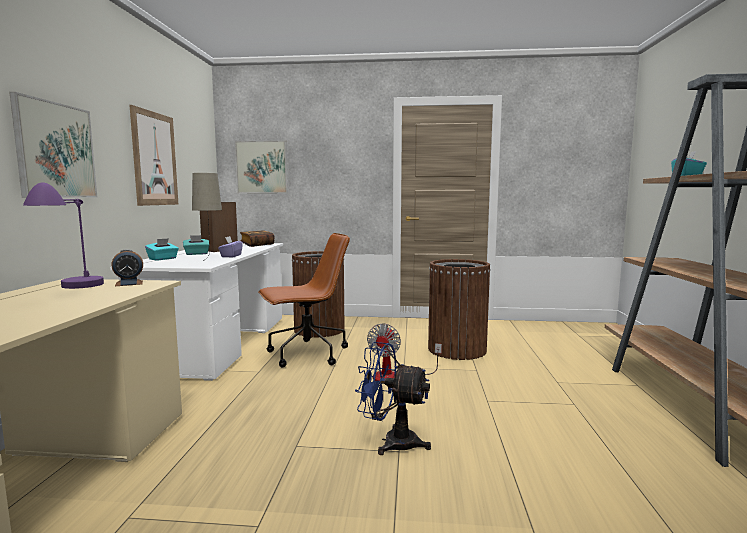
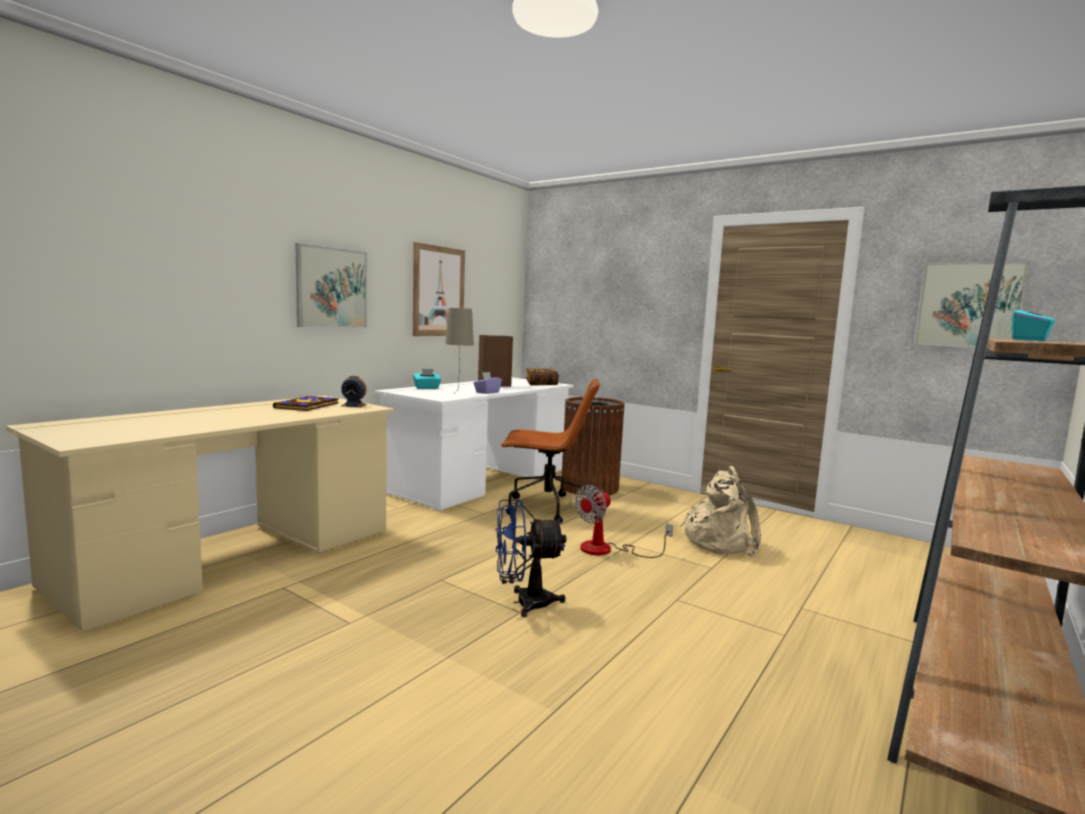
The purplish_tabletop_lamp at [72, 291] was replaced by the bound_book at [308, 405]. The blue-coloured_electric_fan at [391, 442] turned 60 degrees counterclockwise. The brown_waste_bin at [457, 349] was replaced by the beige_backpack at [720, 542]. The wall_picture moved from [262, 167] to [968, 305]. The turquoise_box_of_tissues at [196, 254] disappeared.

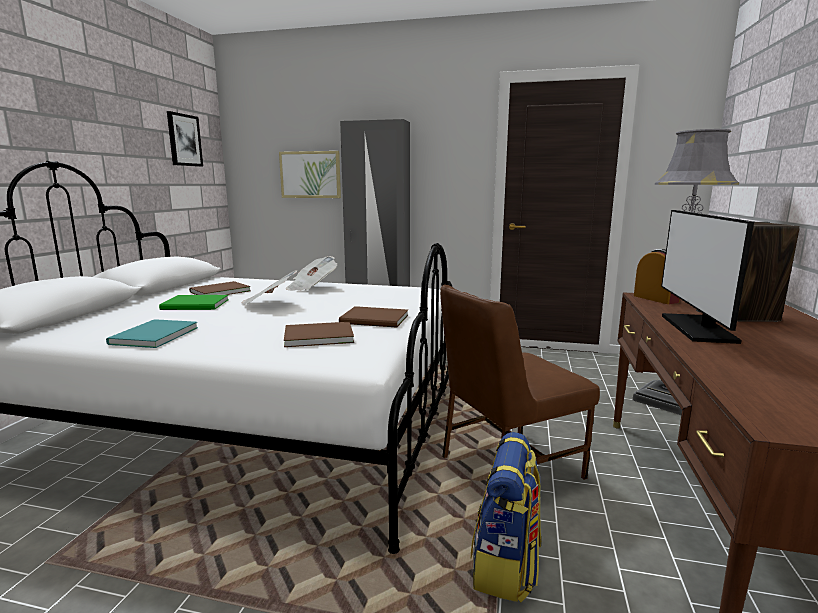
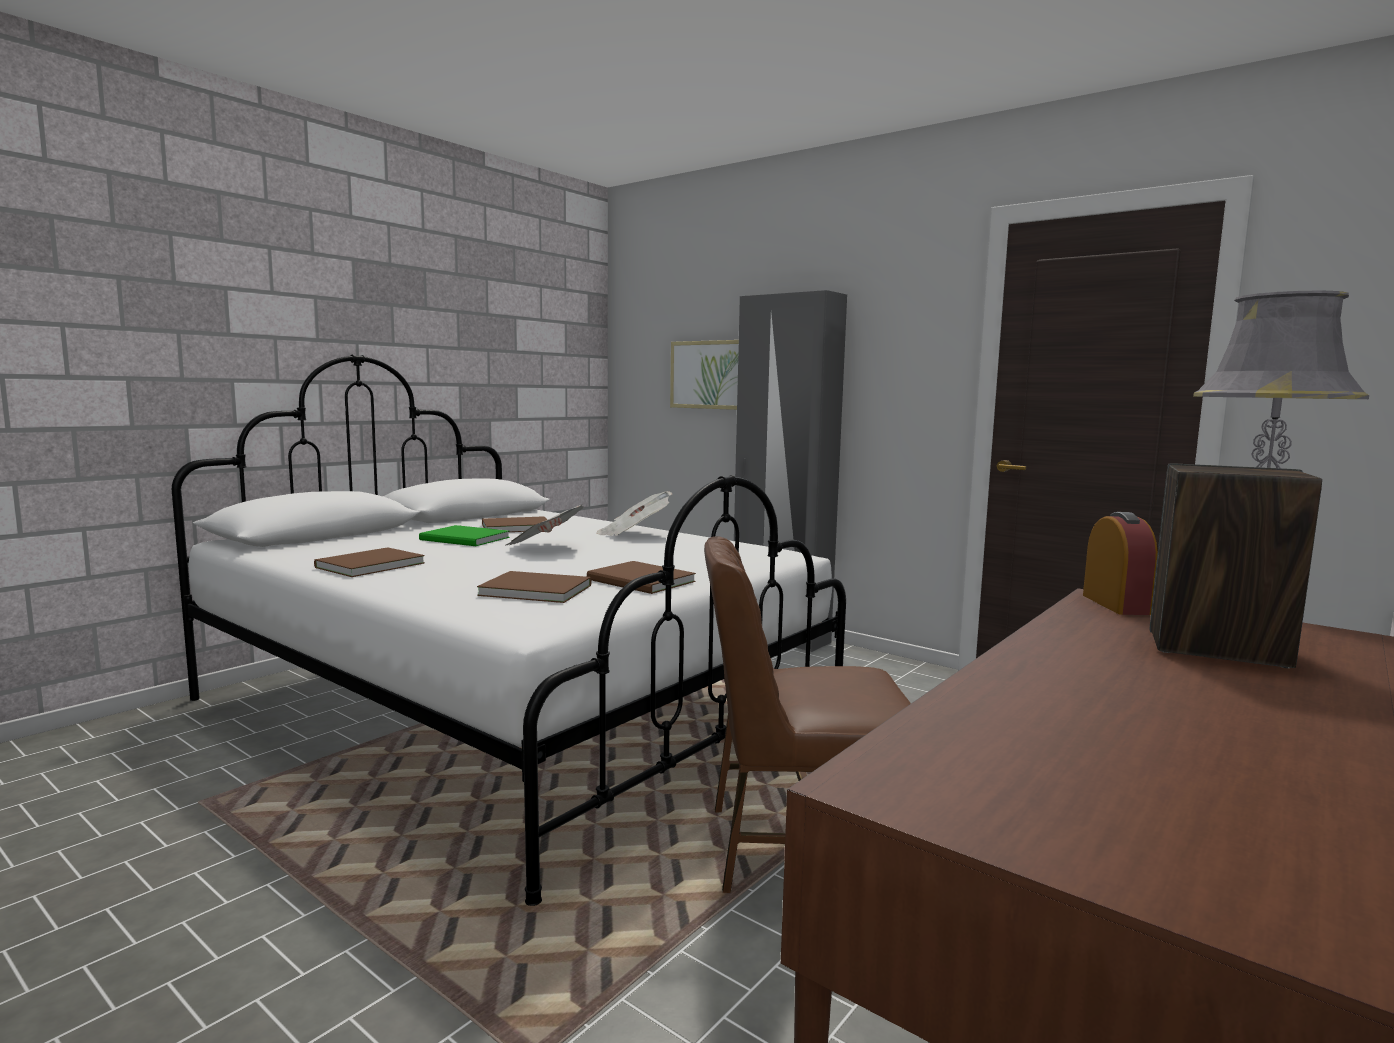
The turquoise_bound_book at [151, 336] became the brown_bound_book at [366, 565]. The wall_picture at [184, 140] disappeared. The backpack at [506, 566] disappeared. The computer_screen at [697, 328] disappeared.

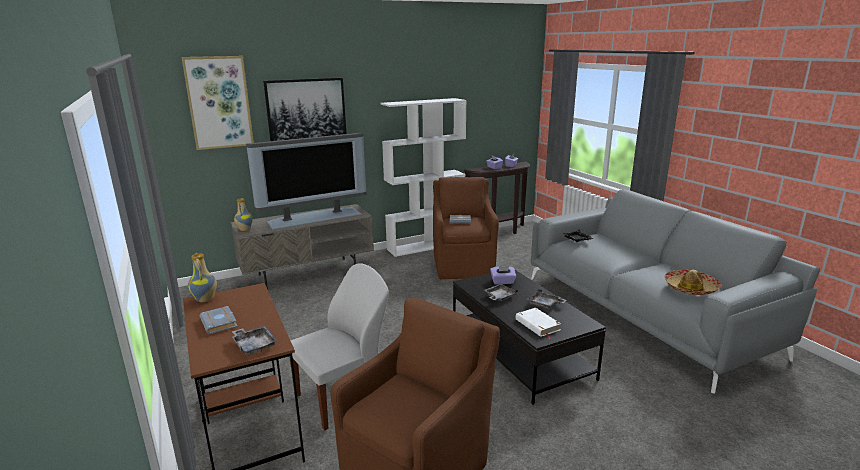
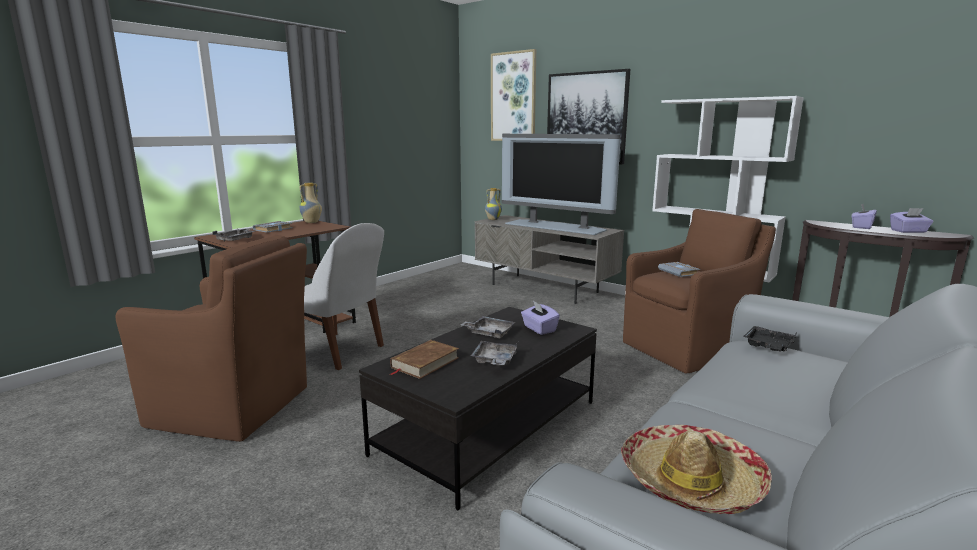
The white-coloured_bound_book at [537, 325] became the brown_bound_book at [425, 363].

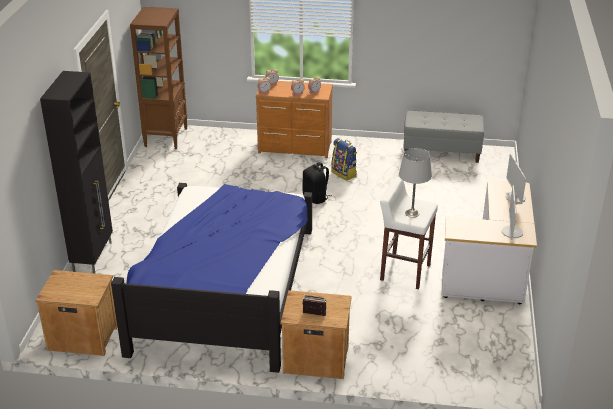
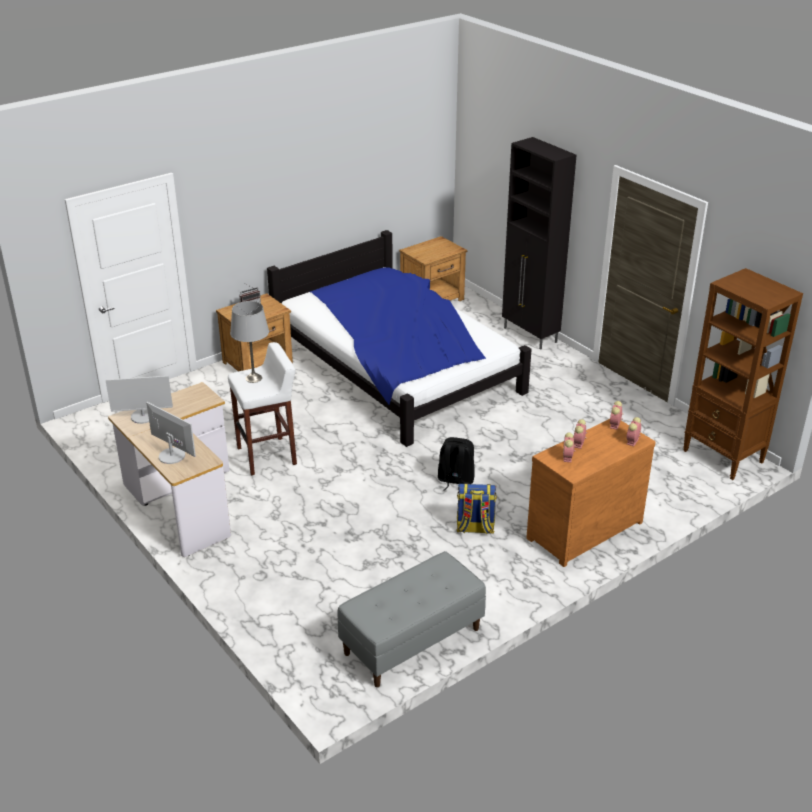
The computer_screen at [511, 232] turned 120 degrees clockwise.

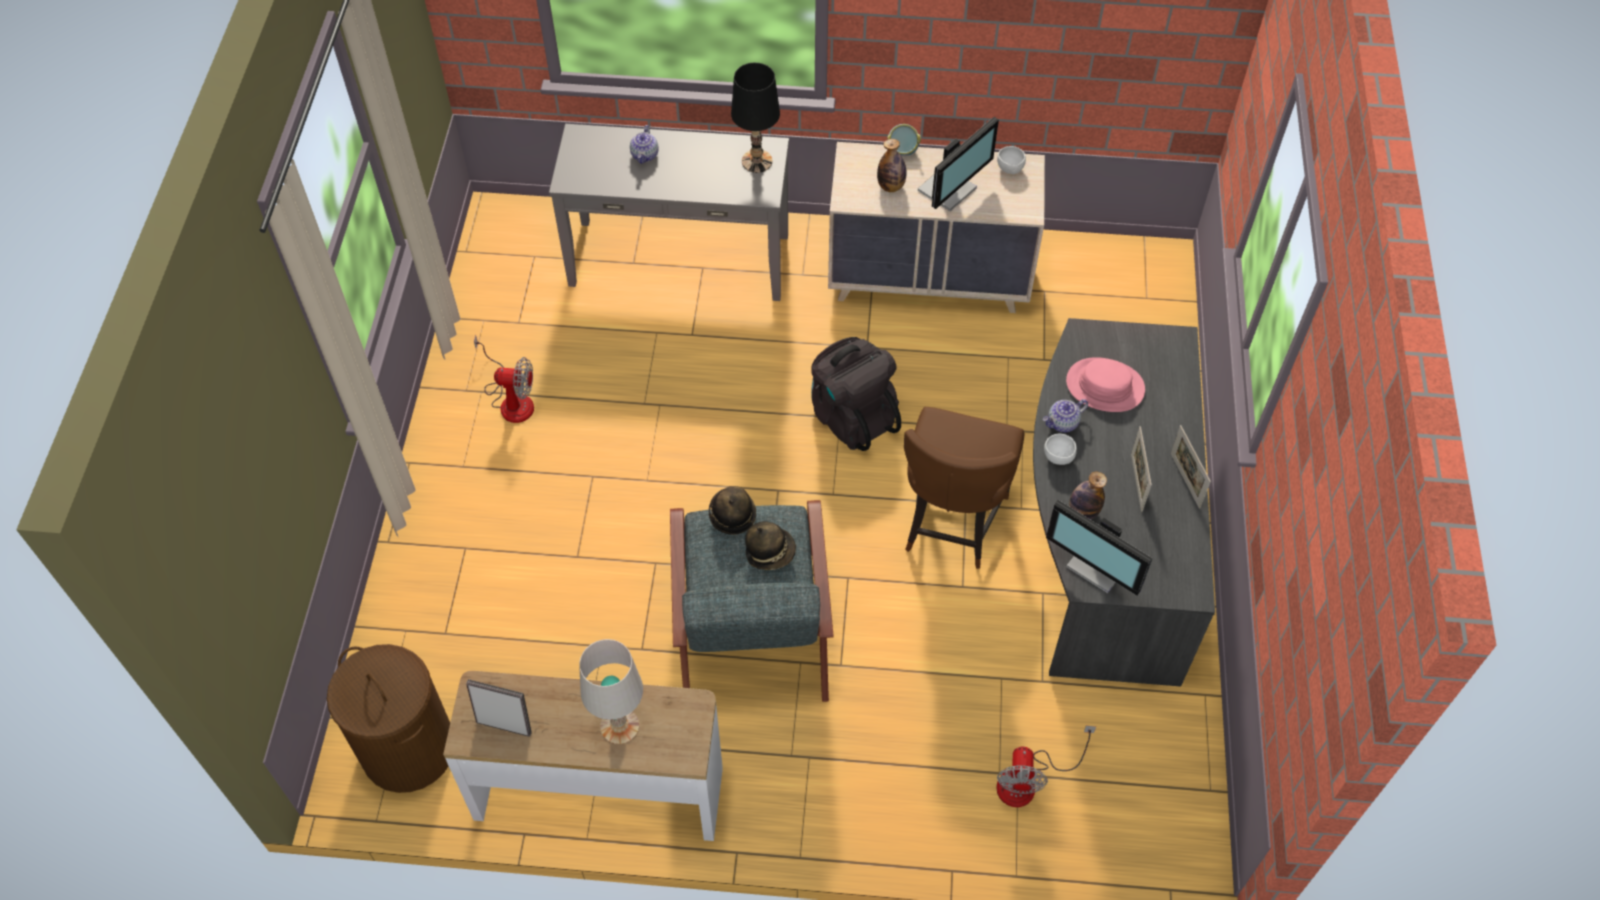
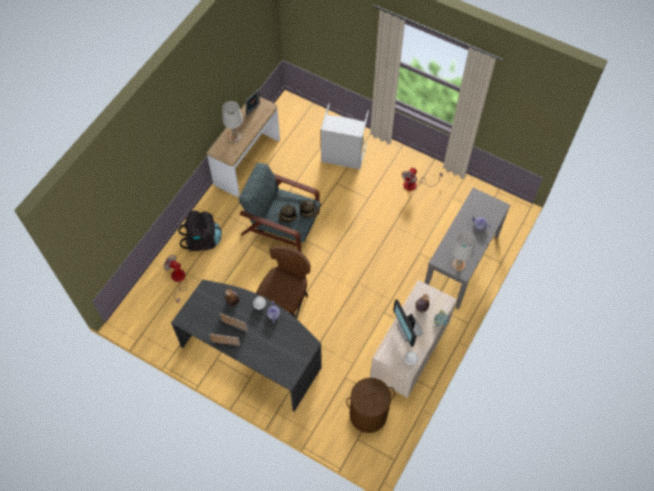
The black-coloured_backpack moved from [851, 416] to [202, 240]. The brown_plain_chair at [951, 523] turned 75 degrees clockwise. The gray_laundry_basket at [342, 157] appeared. The brown_laundry_basket moved from [408, 749] to [368, 414]. The black-coloured_tabletop_lamp at [756, 161] became the white-coloured_tabletop_lamp at [458, 264]. The computer_screen at [1098, 565] disappeared. The pinkish_hat at [1105, 386] disappeared.

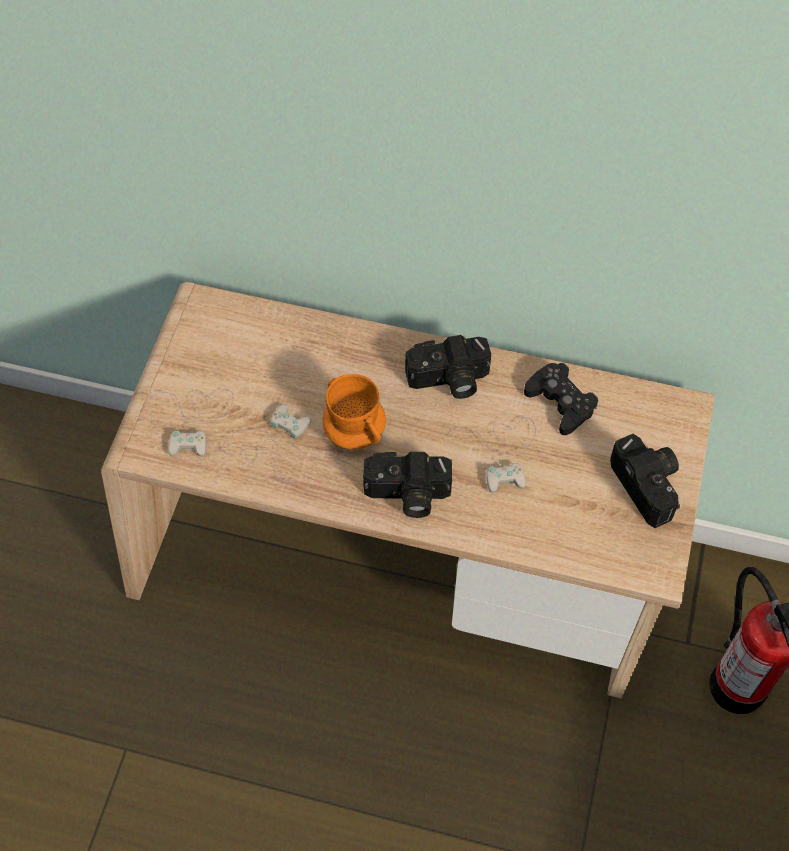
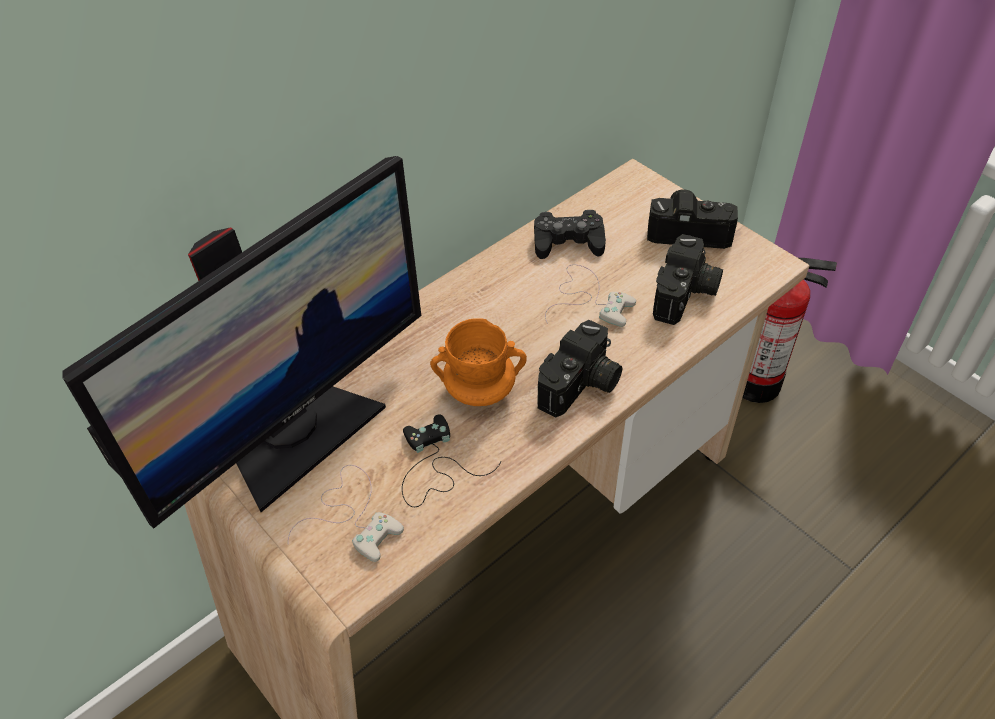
The computer_screen at [297, 435] appeared. The white-coloured_gamepad at [268, 443] became the black-coloured_gamepad at [435, 466]. The still_camera moved from [449, 381] to [686, 295].

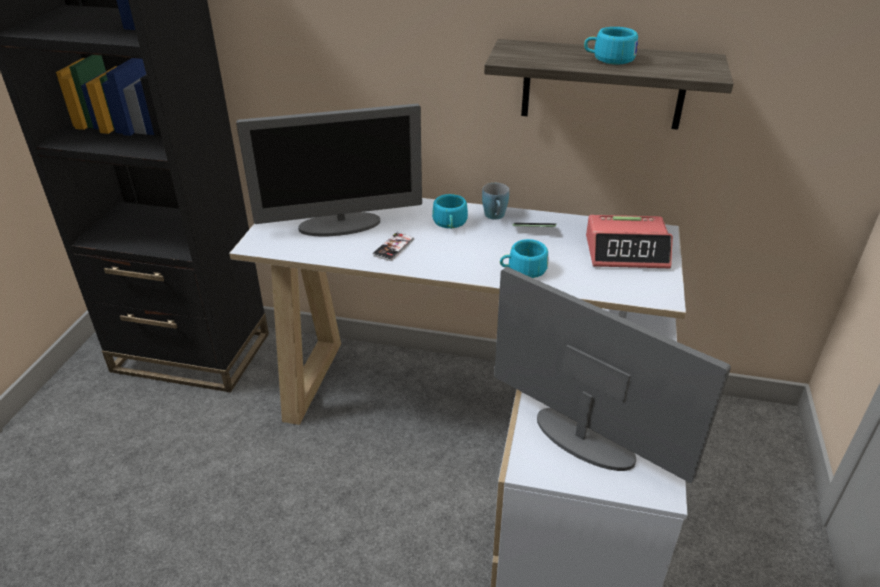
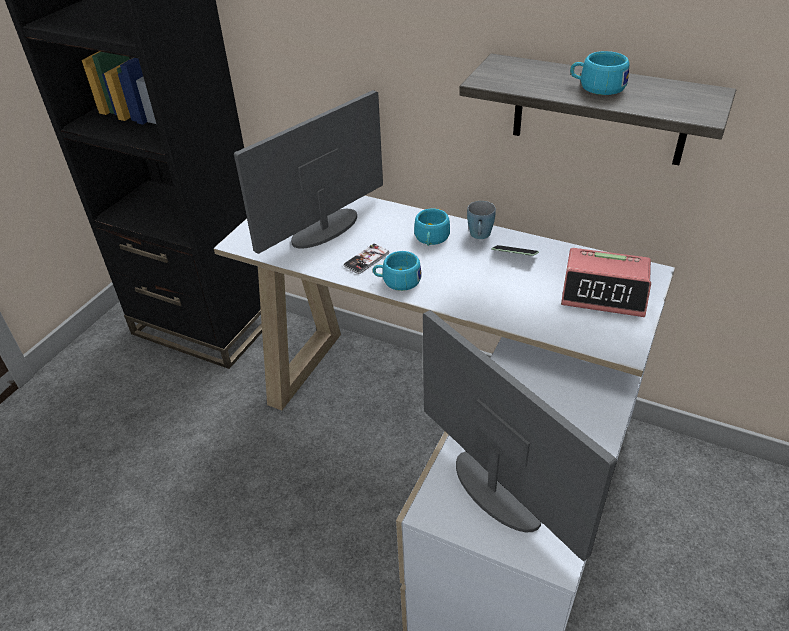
The computer_screen at [340, 225] turned 135 degrees clockwise. The turquoise_small_cup moved from [523, 269] to [397, 280].

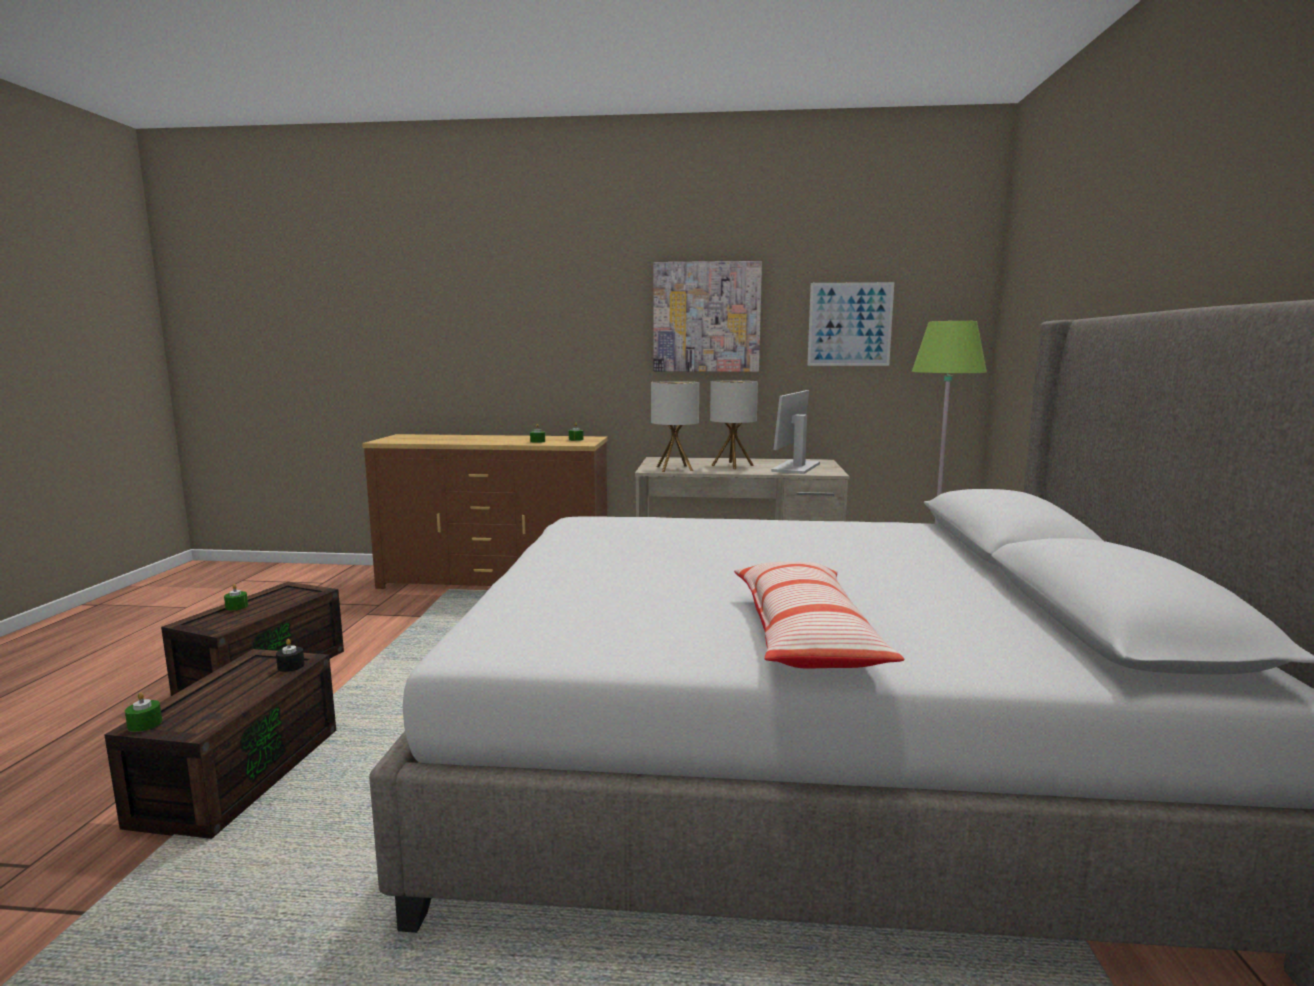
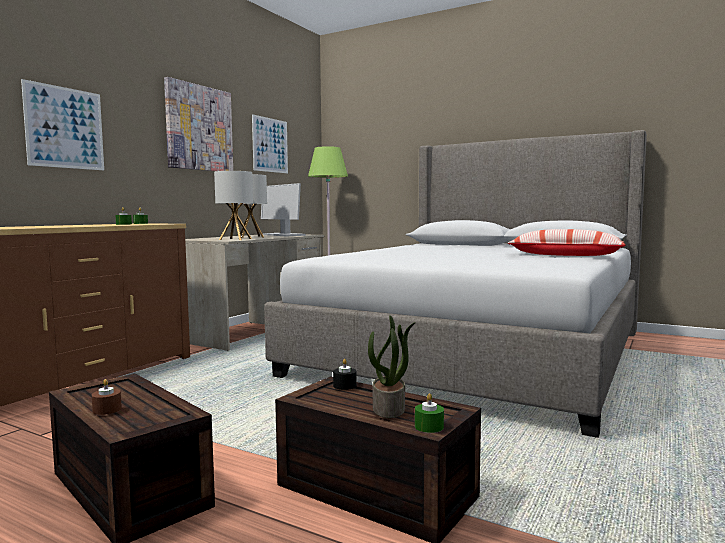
The wall_picture at [65, 128] appeared. The green_wax_light at [236, 606] became the brown_wax_light at [107, 409]. The plant_in_a_pot at [389, 408] appeared.

